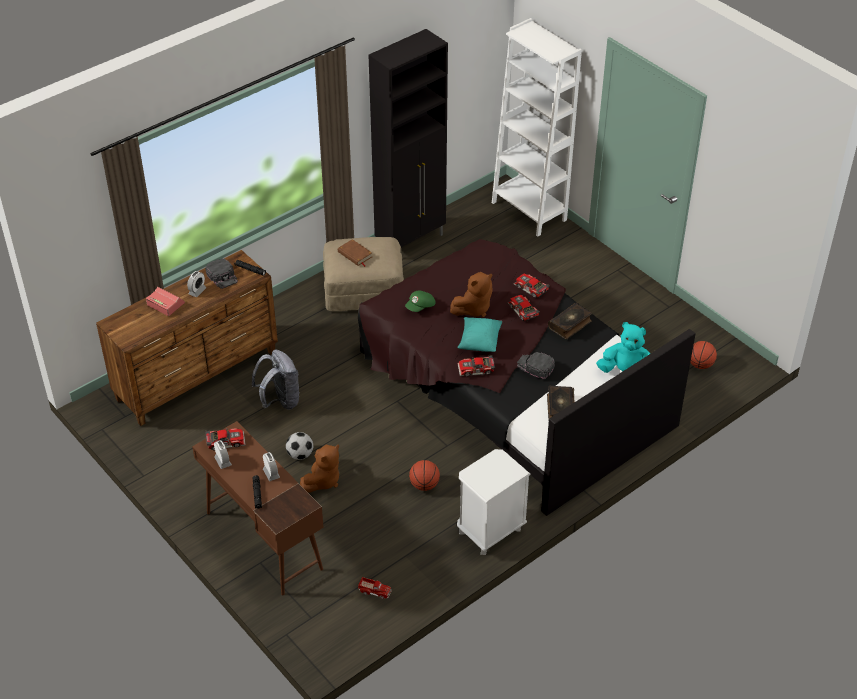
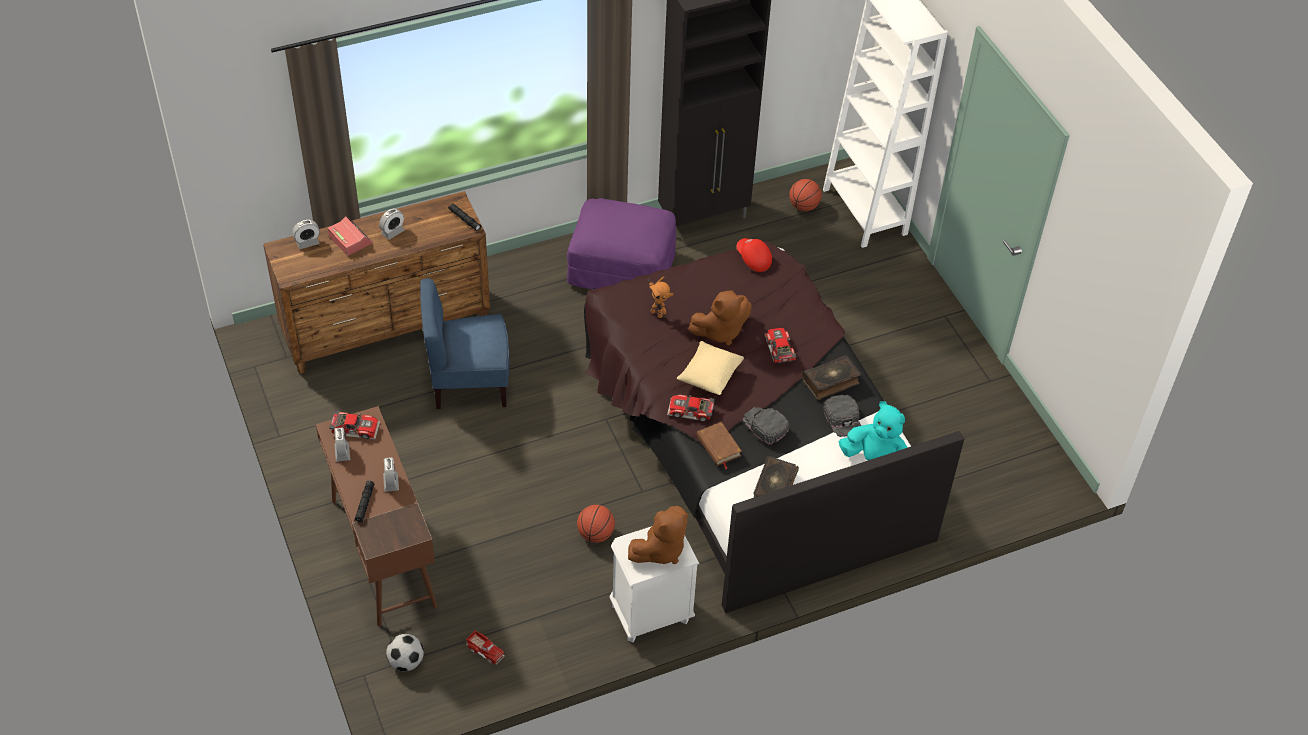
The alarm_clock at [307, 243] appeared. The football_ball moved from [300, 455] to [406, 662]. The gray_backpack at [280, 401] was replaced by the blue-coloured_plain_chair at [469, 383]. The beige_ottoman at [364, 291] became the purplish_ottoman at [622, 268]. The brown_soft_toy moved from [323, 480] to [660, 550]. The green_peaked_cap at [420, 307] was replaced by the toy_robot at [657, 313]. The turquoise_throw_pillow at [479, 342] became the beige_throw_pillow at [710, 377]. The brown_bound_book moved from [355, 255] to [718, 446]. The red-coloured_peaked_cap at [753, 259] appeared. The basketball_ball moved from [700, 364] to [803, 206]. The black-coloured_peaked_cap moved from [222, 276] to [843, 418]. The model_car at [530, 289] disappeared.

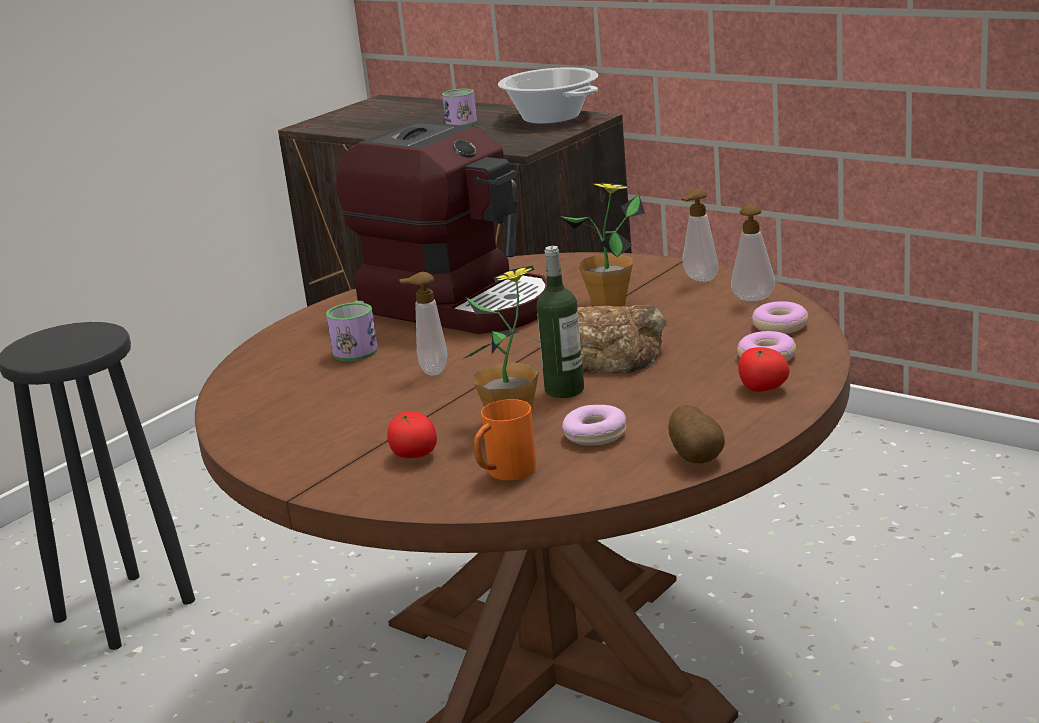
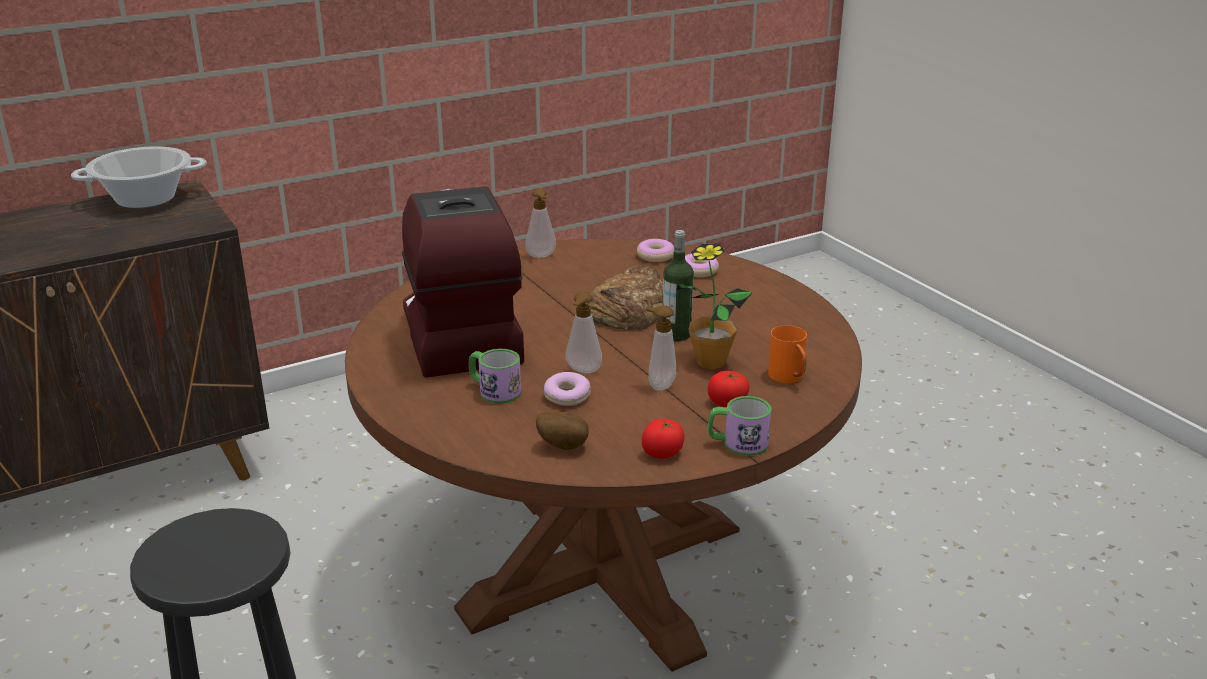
The coffee_maker at [458, 304] turned 75 degrees counterclockwise. The spud moved from [698, 458] to [563, 446]. The donut moved from [595, 435] to [567, 396]. The fresh_tomato moved from [762, 388] to [662, 453]. The soap_bottle moved from [753, 297] to [659, 385]. The coffee_mug moved from [459, 122] to [737, 443]. The plant_in_a_pot at [609, 304] disappeared.

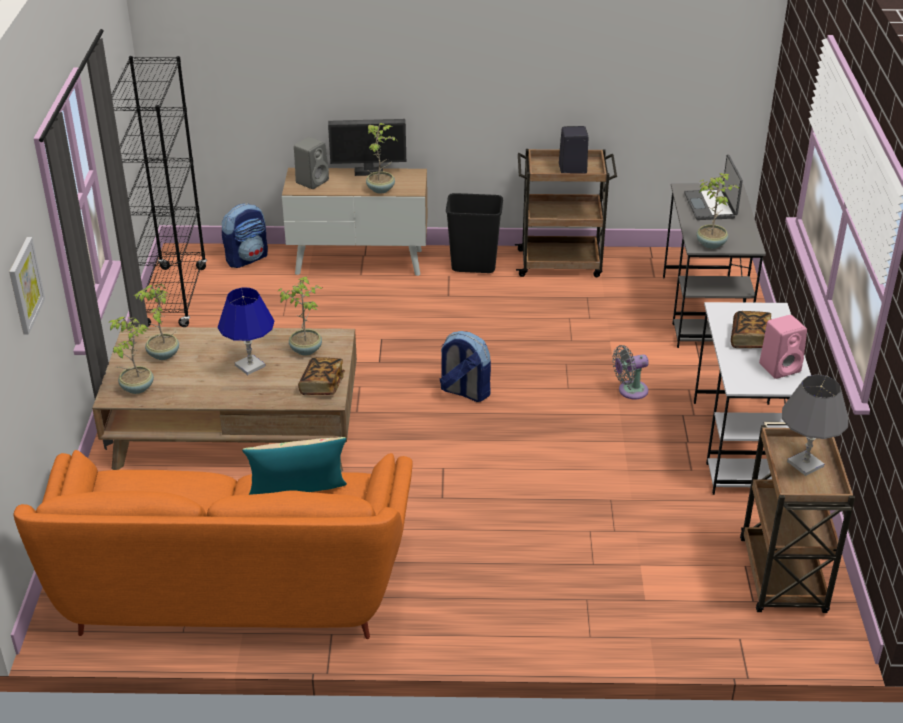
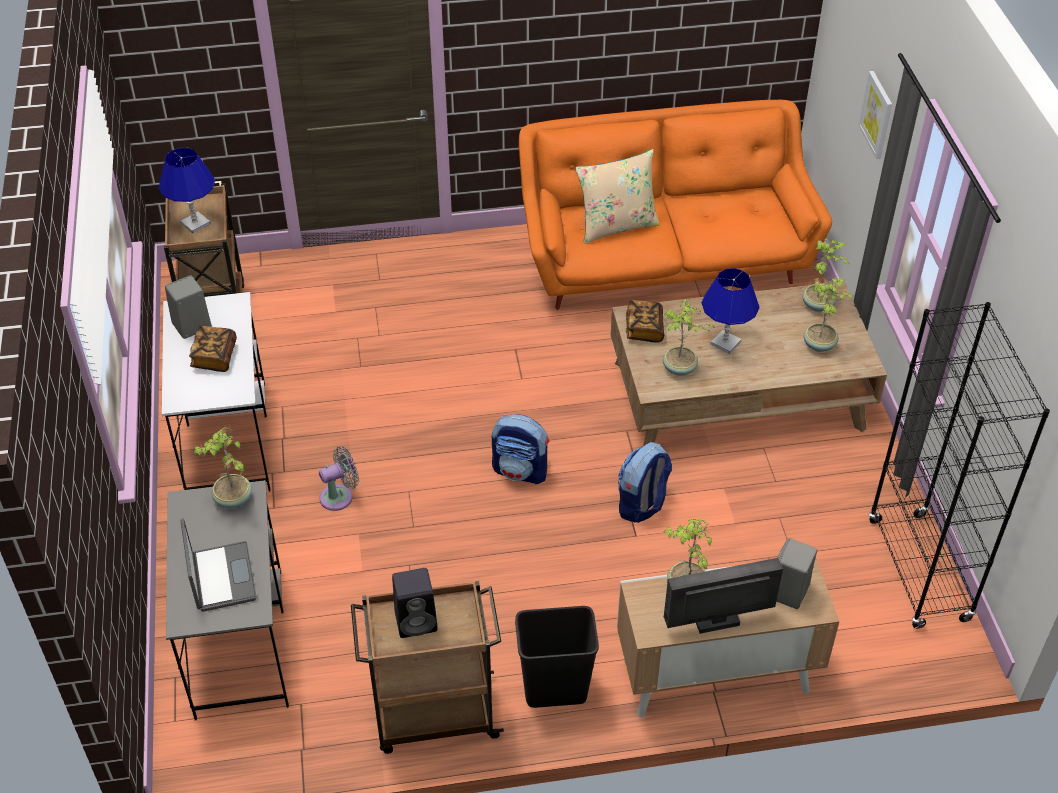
The gray_tabletop_lamp at [805, 464] became the blue-coloured_tabletop_lamp at [195, 223]. The pinkish_audio_speaker at [780, 367] became the gray_audio_speaker at [191, 326]. The backpack moved from [247, 258] to [642, 505].

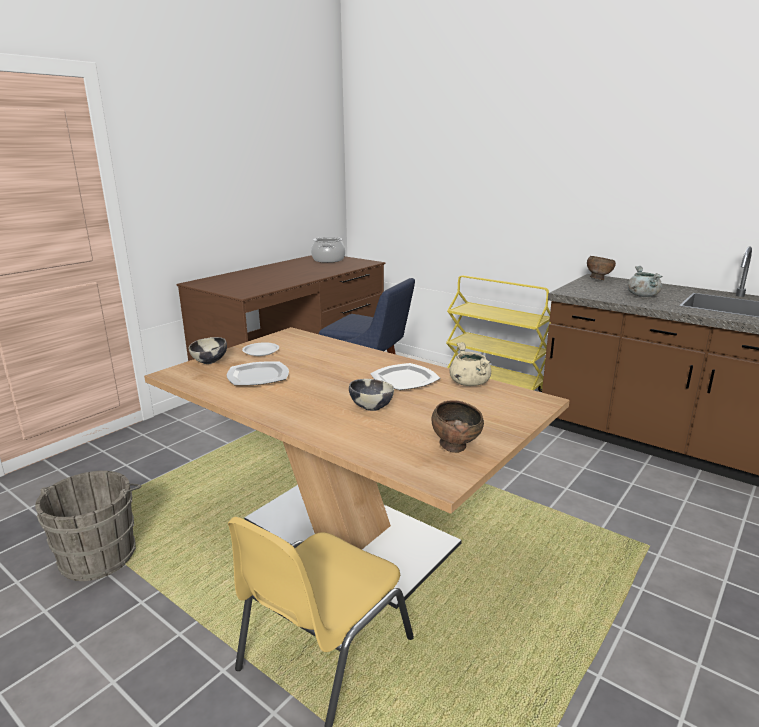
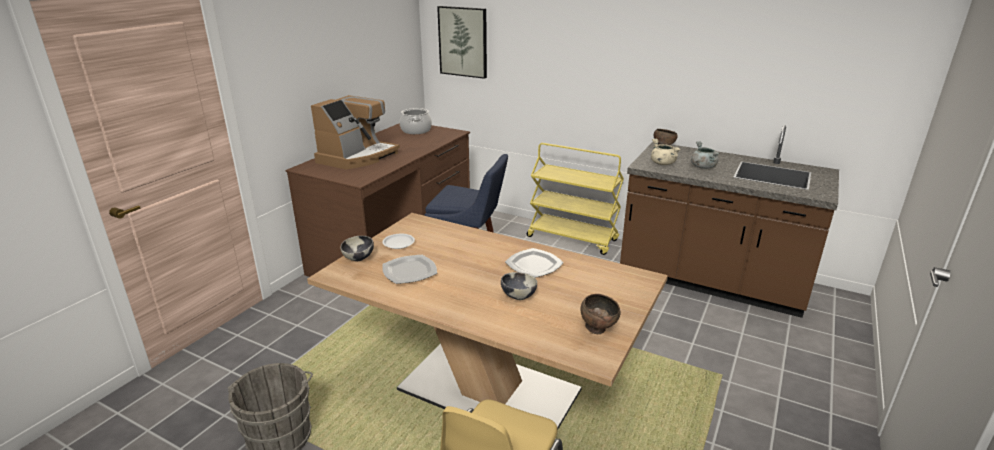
The coffee_maker at [357, 157] appeared. The wall_picture at [463, 42] appeared. The beige_cooking_pot moved from [469, 383] to [662, 163].

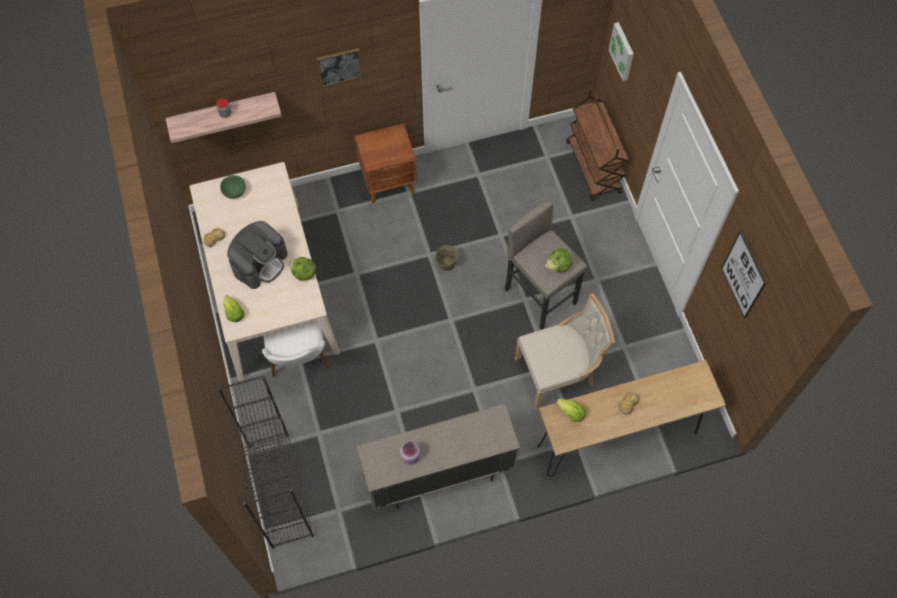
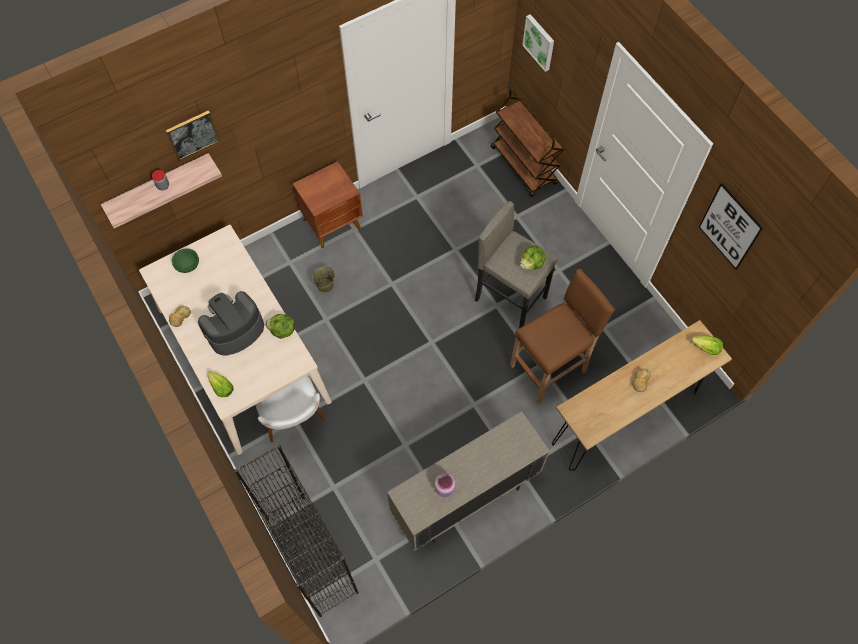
The wall_picture moved from [339, 66] to [192, 134]. The coffee_maker at [260, 262] turned 150 degrees counterclockwise. The beige_pail moved from [446, 264] to [325, 286]. The beige_plain_chair at [558, 373] was replaced by the brown_stool at [549, 368]. The lettuce_head moved from [571, 413] to [706, 348].

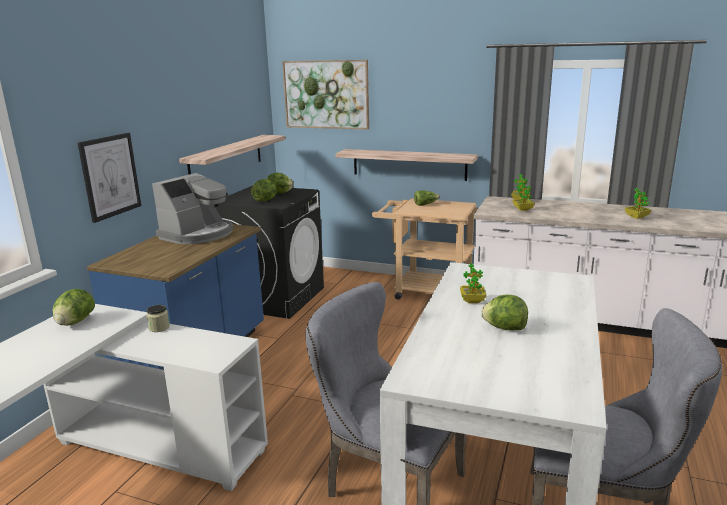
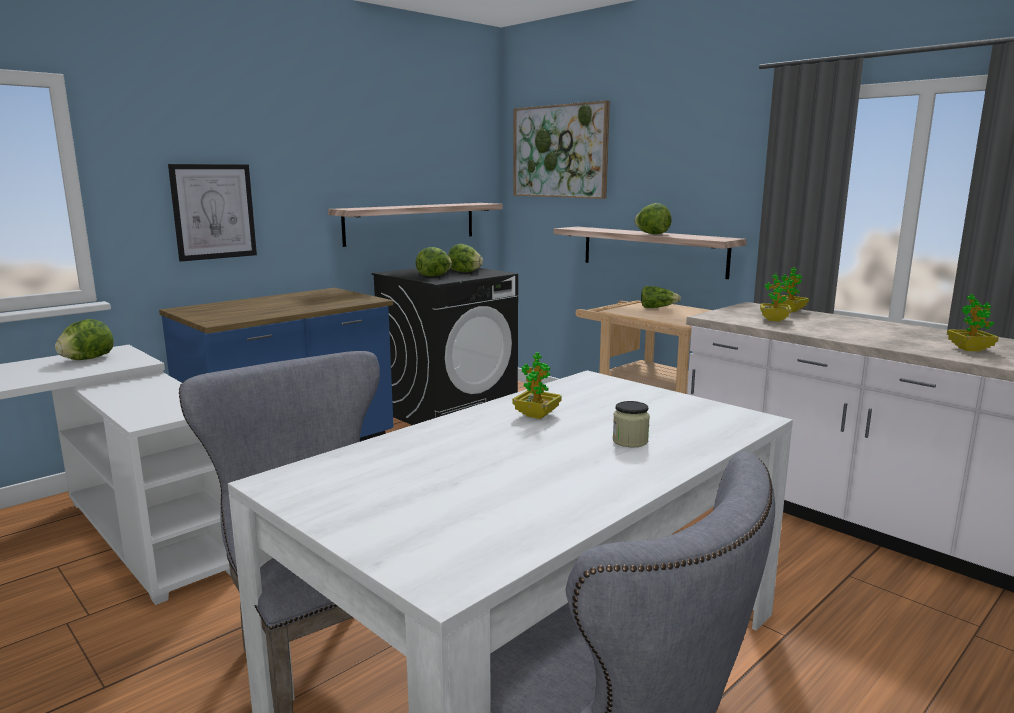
The storage_jar moved from [159, 327] to [630, 441]. The lettuce_head moved from [504, 328] to [652, 234]. The coffee_maker at [198, 234] disappeared.

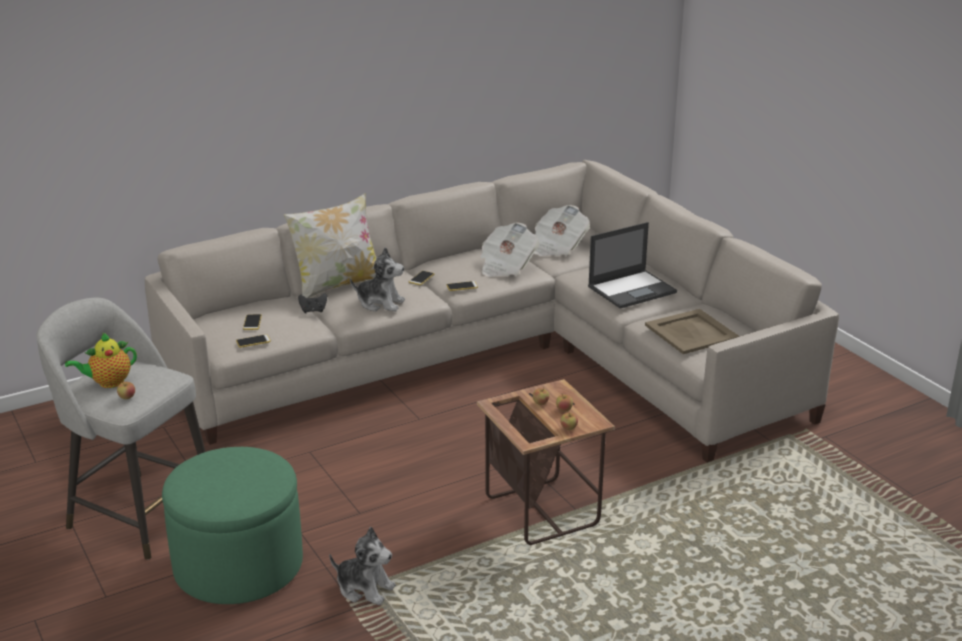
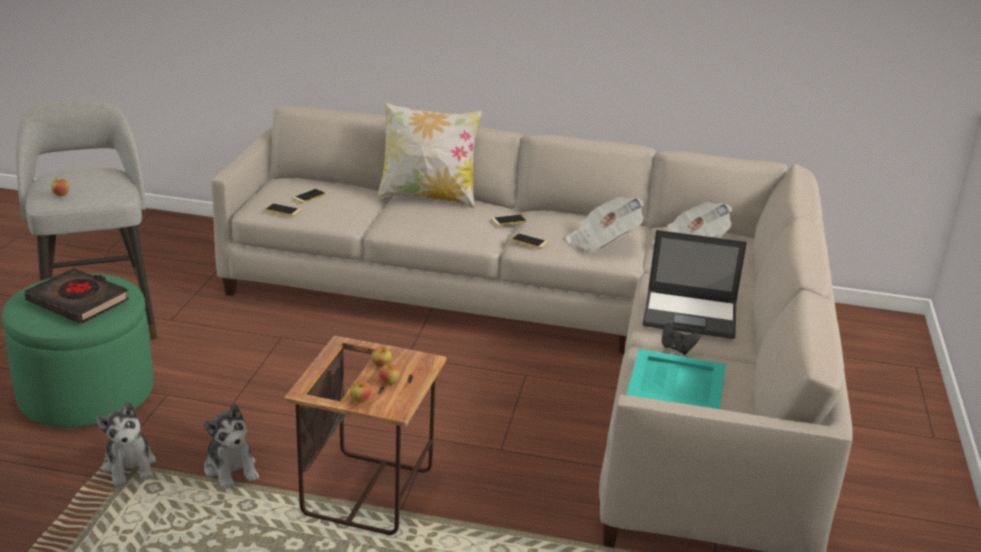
The black-coloured_bound_book at [78, 301] appeared. The soft_toy moved from [380, 303] to [231, 469]. The beige_carrying_tray at [690, 332] became the turquoise_carrying_tray at [676, 382]. The black-coloured_gamepad moved from [313, 311] to [677, 349]. The teapot at [108, 383] disappeared.

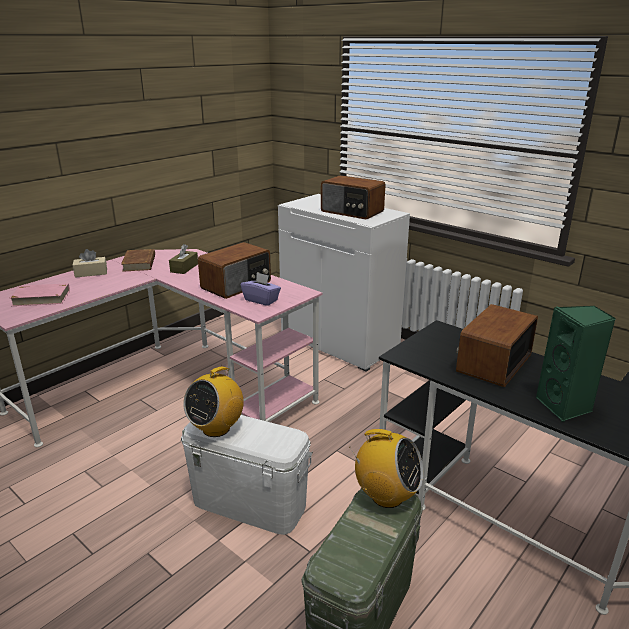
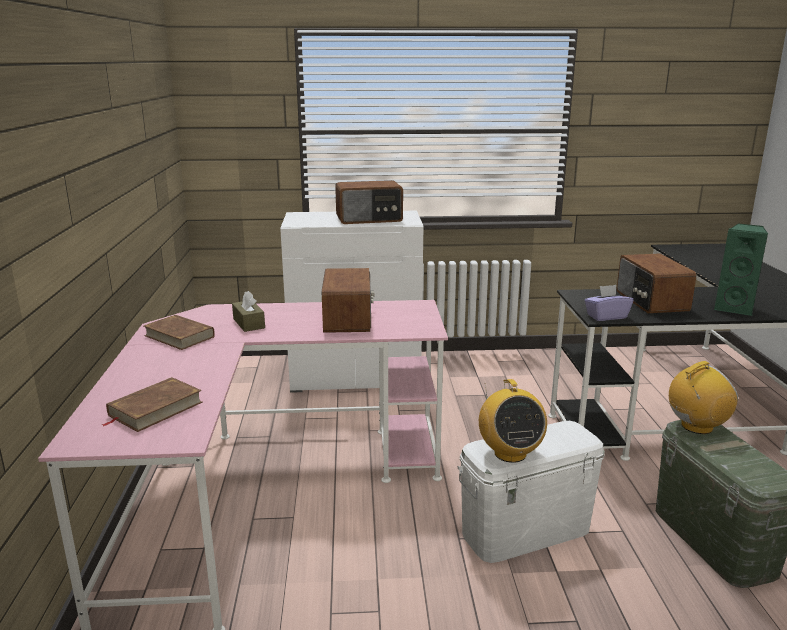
The pinkish_bound_book at [41, 298] became the brown_bound_book at [155, 409]. The purplish_box_of_tissues moved from [261, 300] to [606, 316]. The beige_box_of_tissues at [91, 273] disappeared.

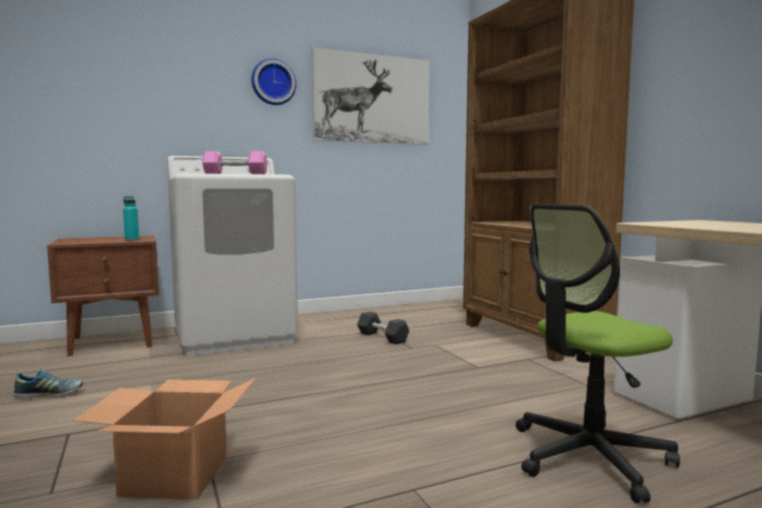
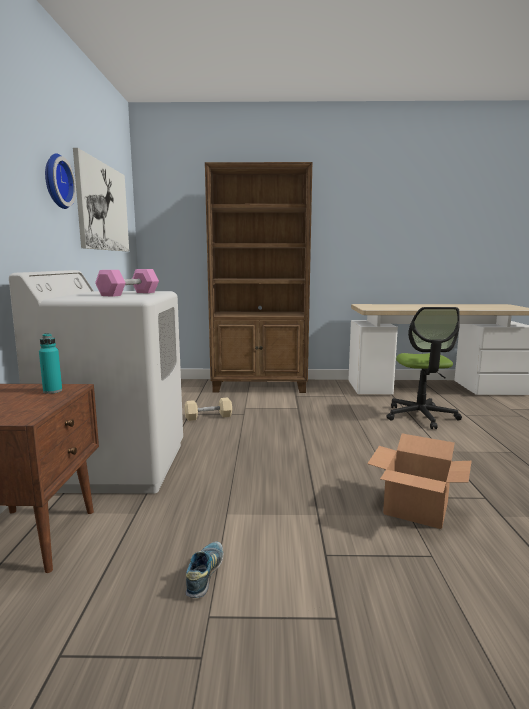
The black-coloured_free_weight at [382, 337] became the beige_free_weight at [208, 417].

